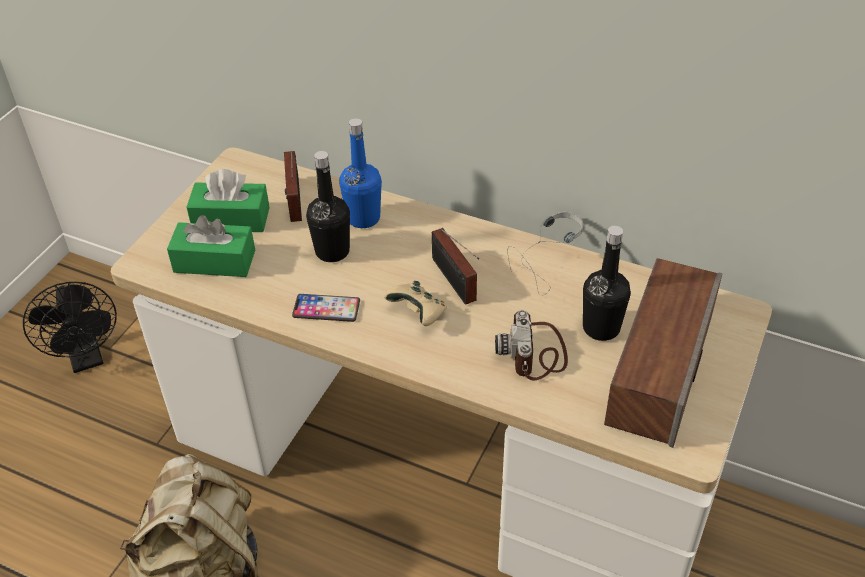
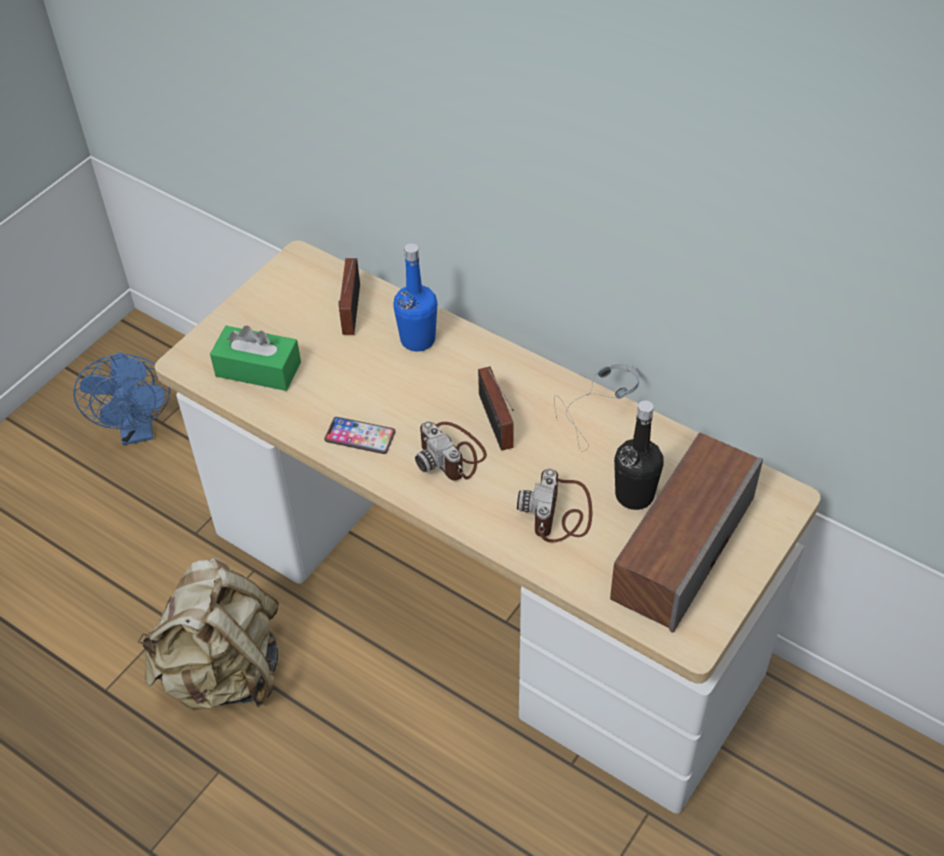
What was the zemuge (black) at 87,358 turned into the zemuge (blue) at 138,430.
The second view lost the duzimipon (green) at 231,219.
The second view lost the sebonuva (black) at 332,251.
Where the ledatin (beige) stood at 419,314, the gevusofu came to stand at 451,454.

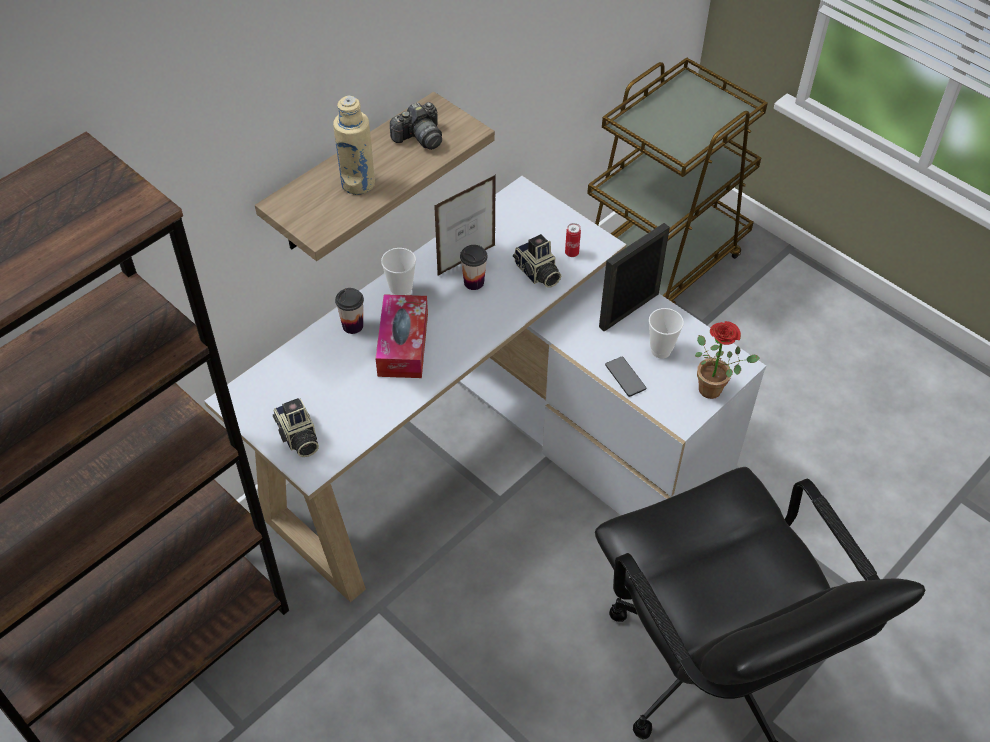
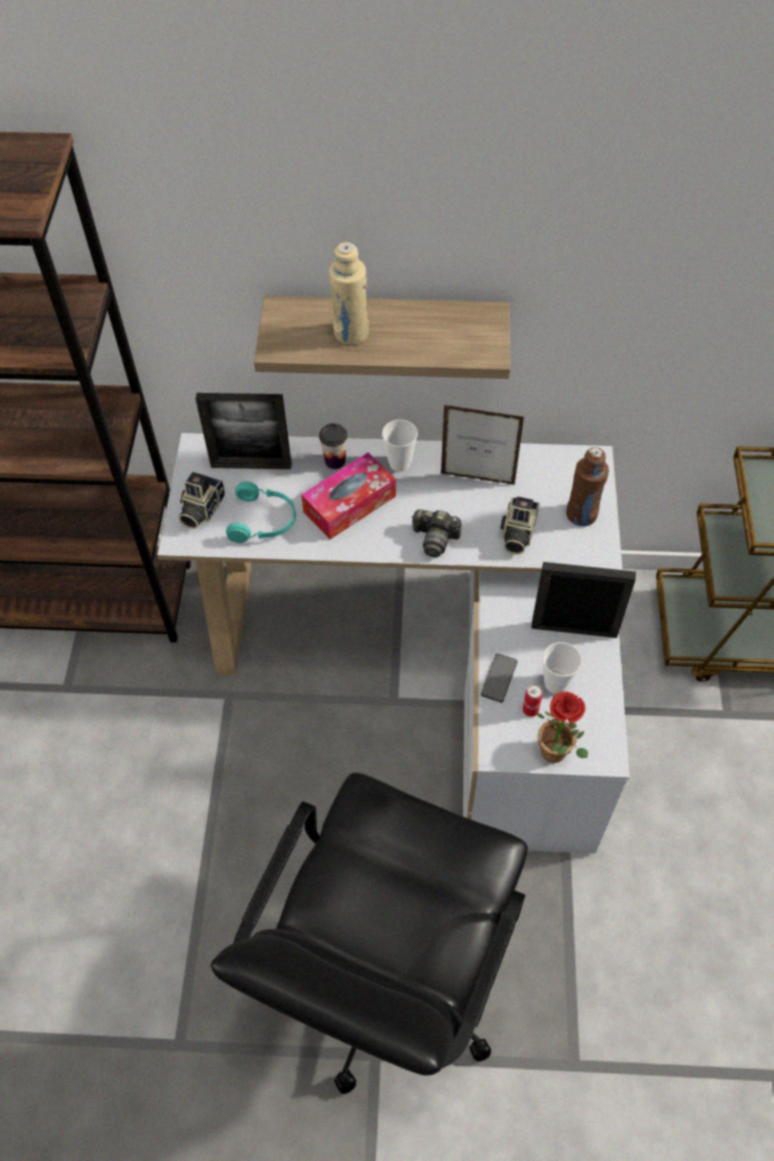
The gevusofu ended up elsewhere, having gone from 419,138 to 435,539.
The second view lost the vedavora at 474,282.
The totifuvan ended up elsewhere, having gone from 571,253 to 530,710.
The second view gained the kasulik at 251,465.
The second view gained the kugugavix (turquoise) at 264,520.
The second view gained the sebonuva (brown) at 581,514.

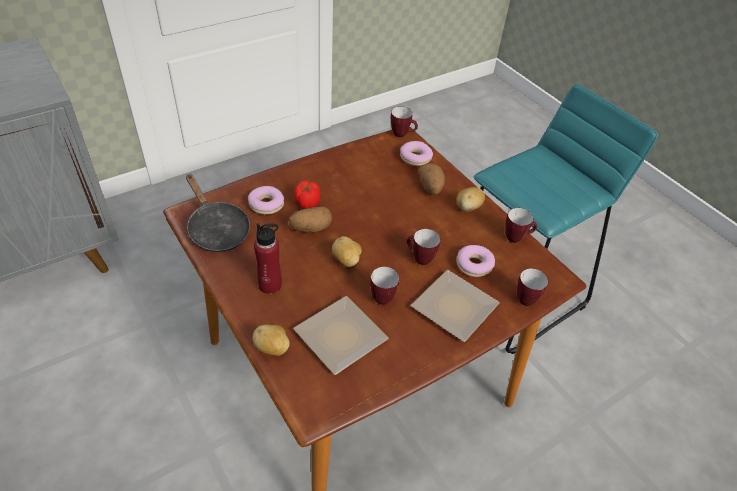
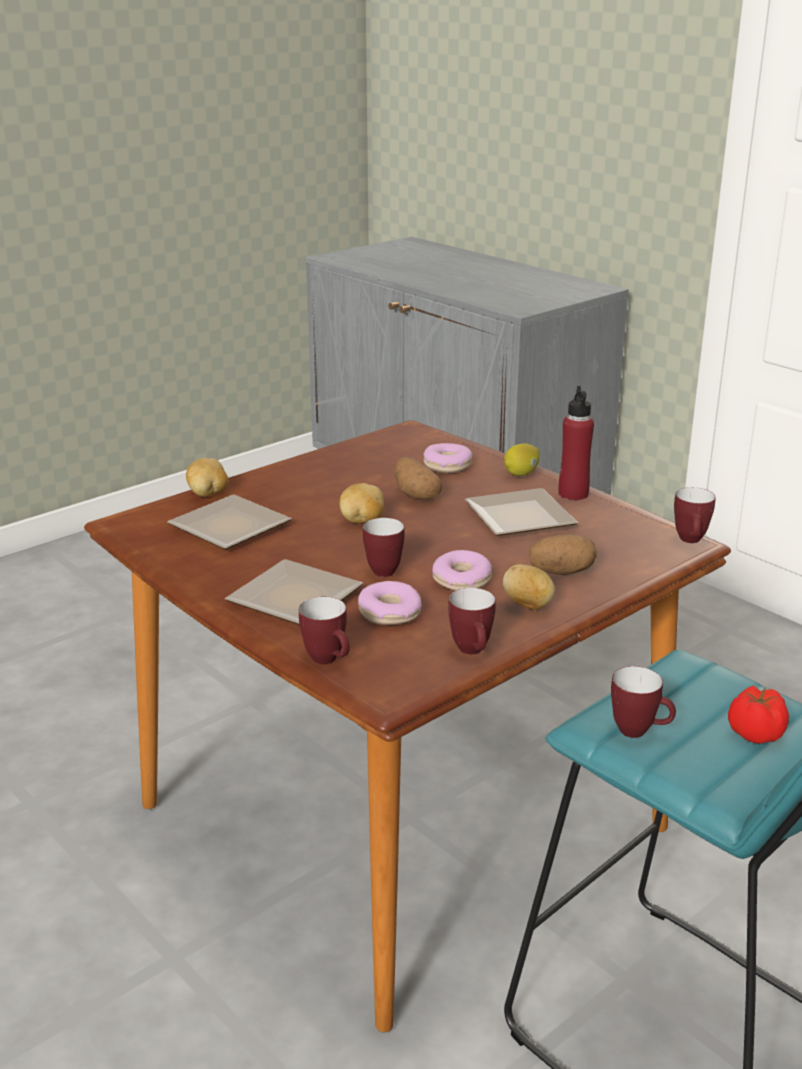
The second view lost the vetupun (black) at 216,229.
The sebonuva (red) ended up elsewhere, having gone from 270,285 to 573,494.
The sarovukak ended up elsewhere, having gone from 307,203 to 754,733.
The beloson ended up elsewhere, having gone from 383,296 to 639,731.
The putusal ended up elsewhere, having gone from 415,158 to 461,580.
The second view gained the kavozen at 523,519.
The second view gained the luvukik at 521,474.

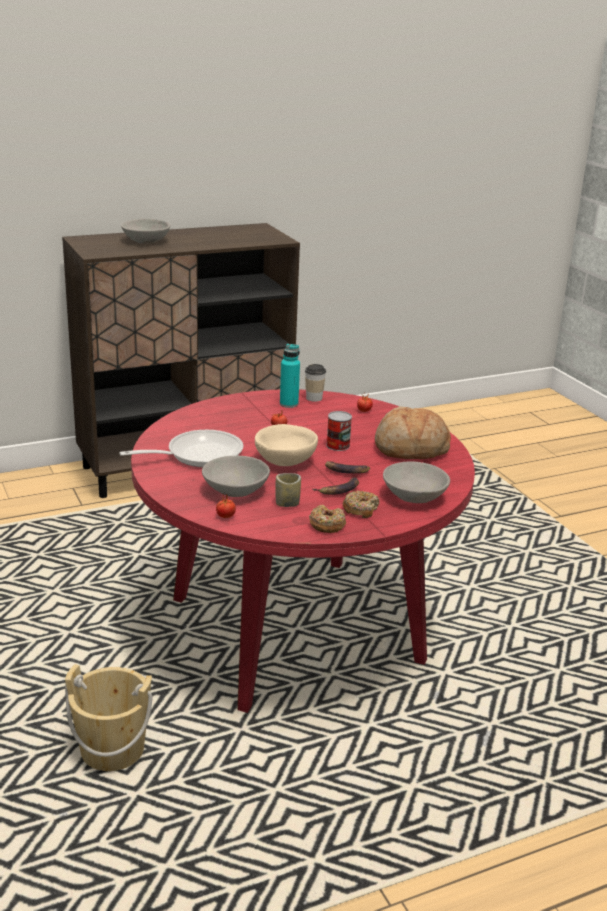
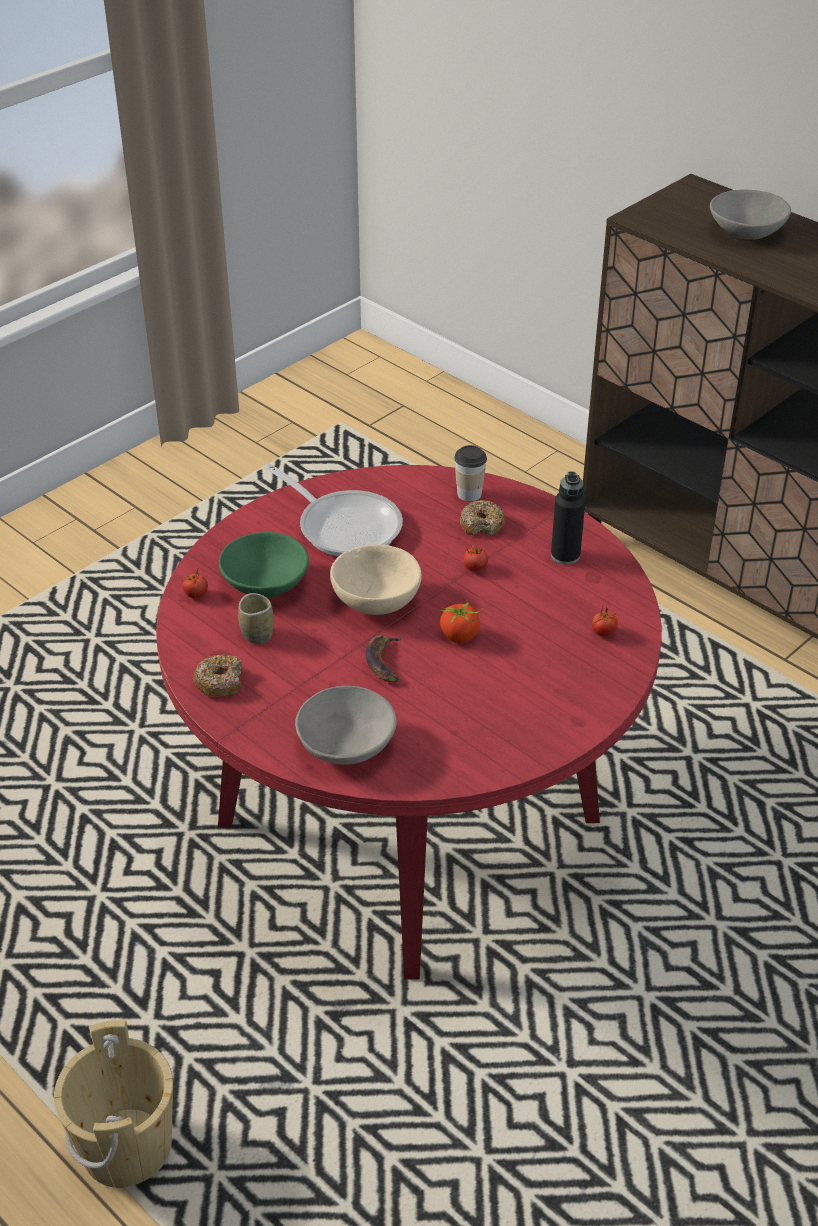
The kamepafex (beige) ended up elsewhere, having gone from 112,750 to 127,1146.
What was the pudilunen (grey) at 235,491 turned into the pudilunen (green) at 265,584.
What was the sebonuva (turquoise) at 289,404 turned into the sebonuva (black) at 565,555.
The vedavora ended up elsewhere, having gone from 314,398 to 469,494.
The second view lost the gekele at 339,490.
Where the totifuvan stood at 338,445, the sarovukak came to stand at 460,636.
The putusal ended up elsewhere, having gone from 360,509 to 482,525.
The second view lost the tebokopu at 411,448.

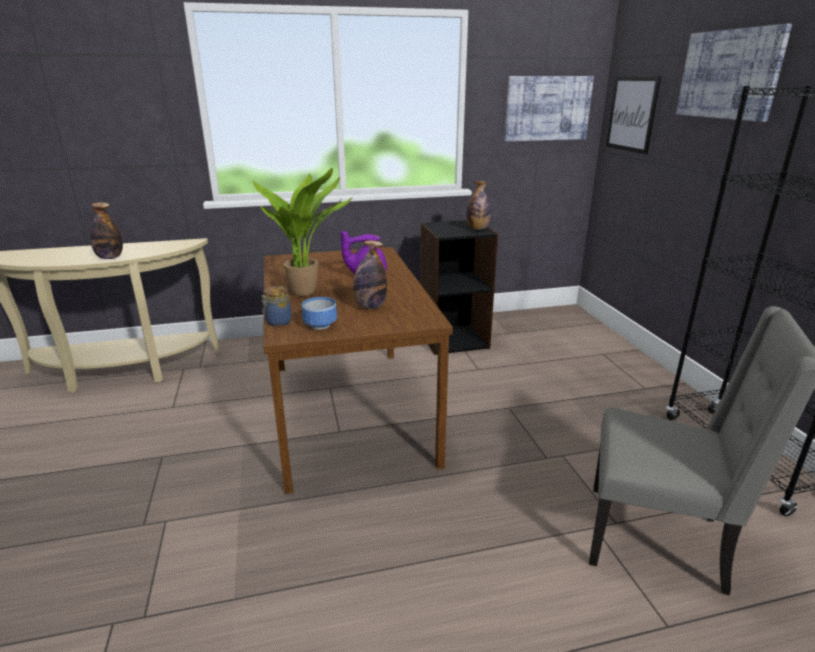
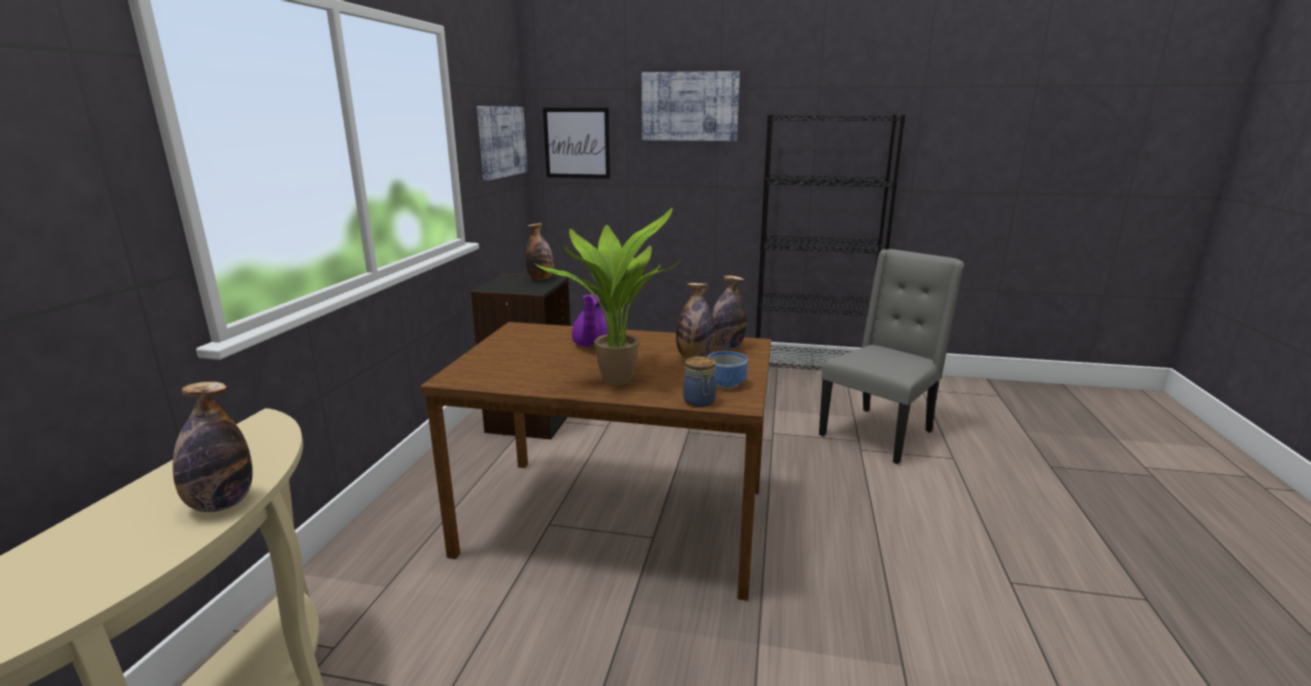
The second view gained the sebonuva at 726,347.

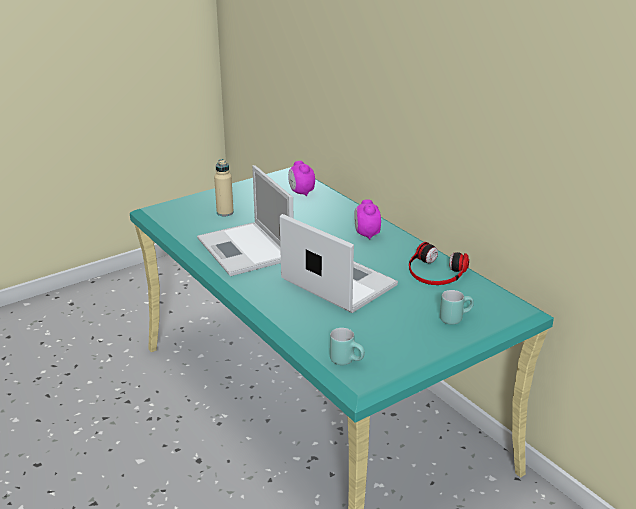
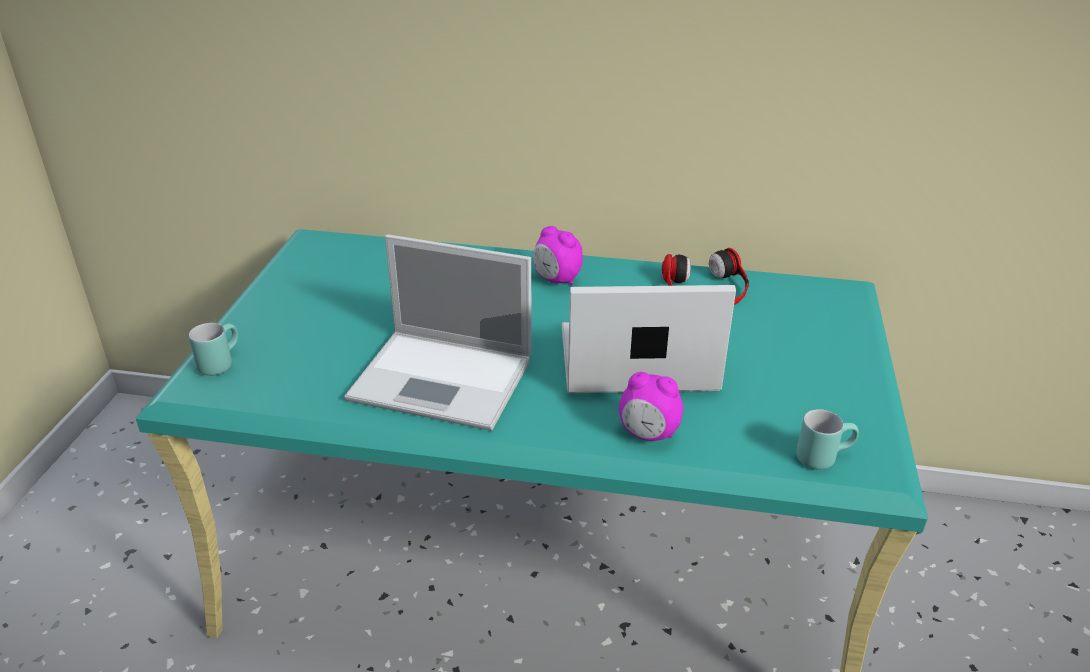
The second view lost the sebonuva (beige) at 225,212.
The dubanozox ended up elsewhere, having gone from 301,192 to 648,434.
The beloson (turquoise) ended up elsewhere, having gone from 454,317 to 219,362.

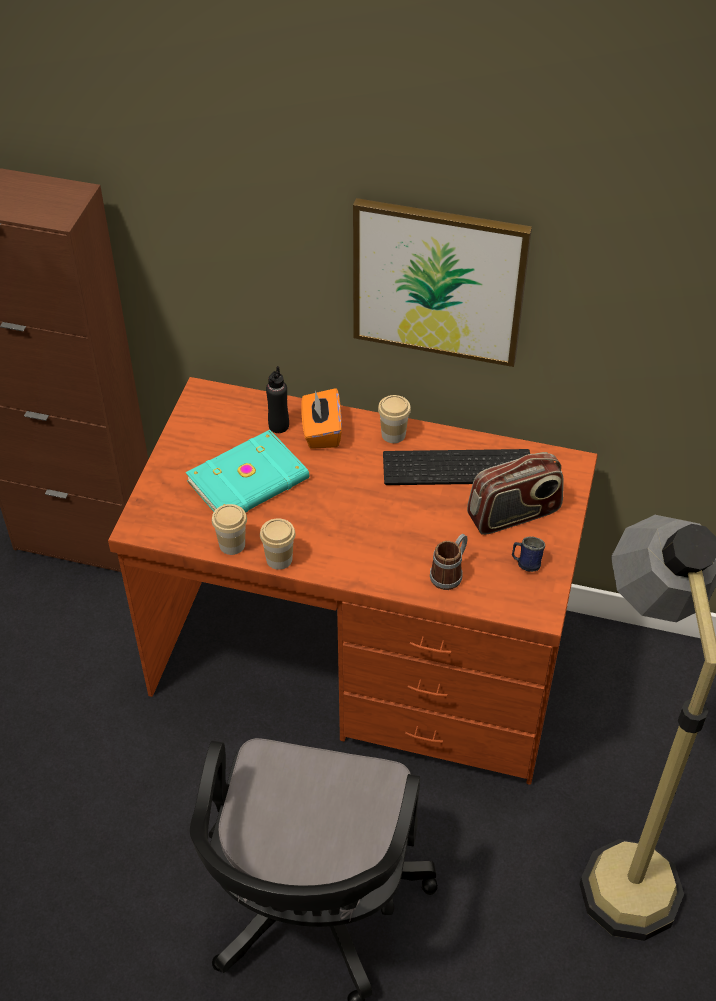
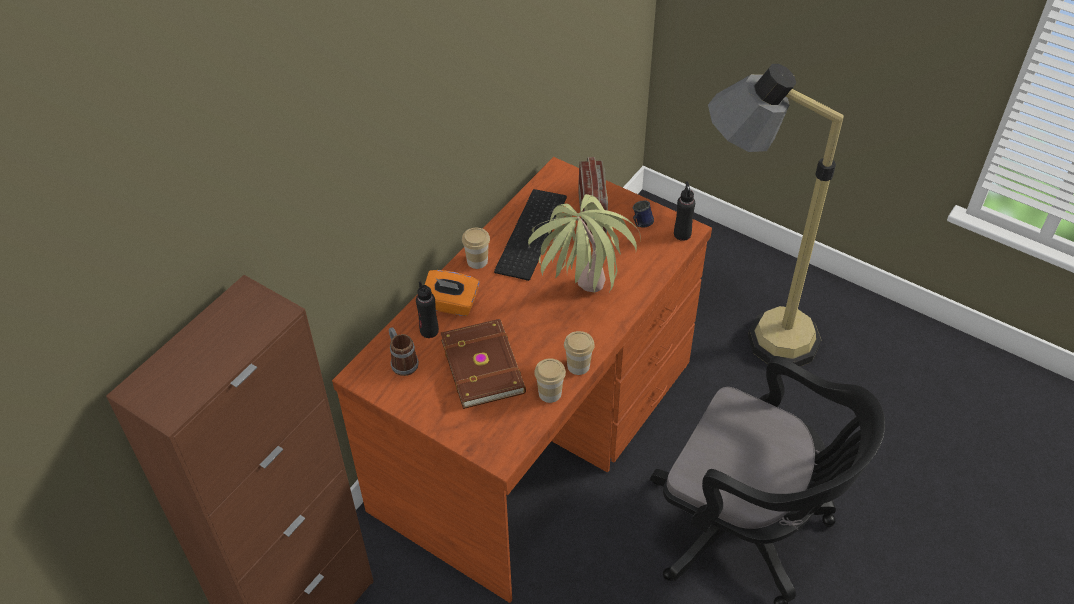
What was the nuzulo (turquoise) at 250,481 turned into the nuzulo (brown) at 484,365.
The second view lost the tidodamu at 438,282.
The beloson ended up elsewhere, having gone from 450,573 to 402,361.
The second view gained the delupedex at 580,308.
The second view gained the sebonuva (black) at 682,234.

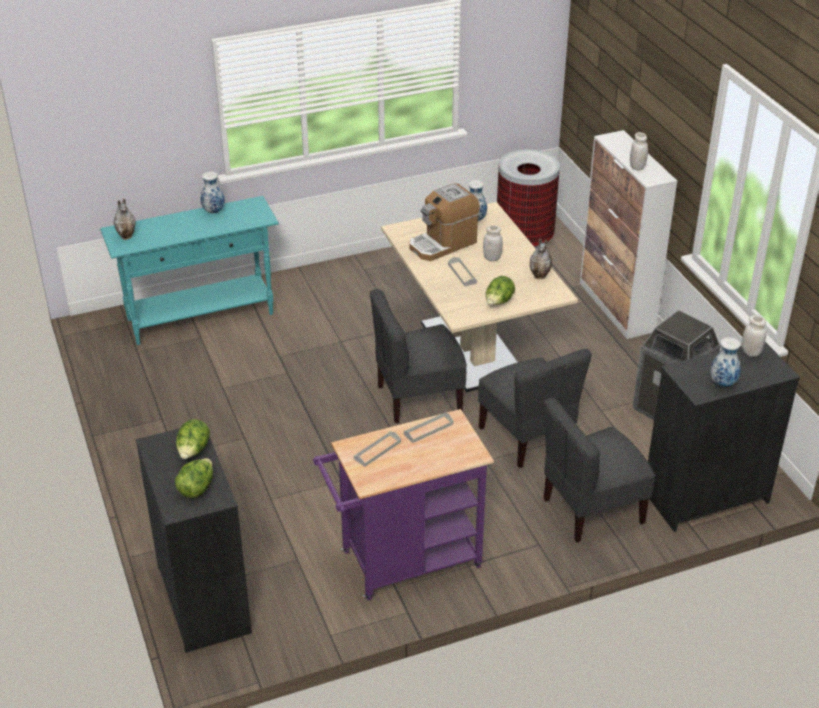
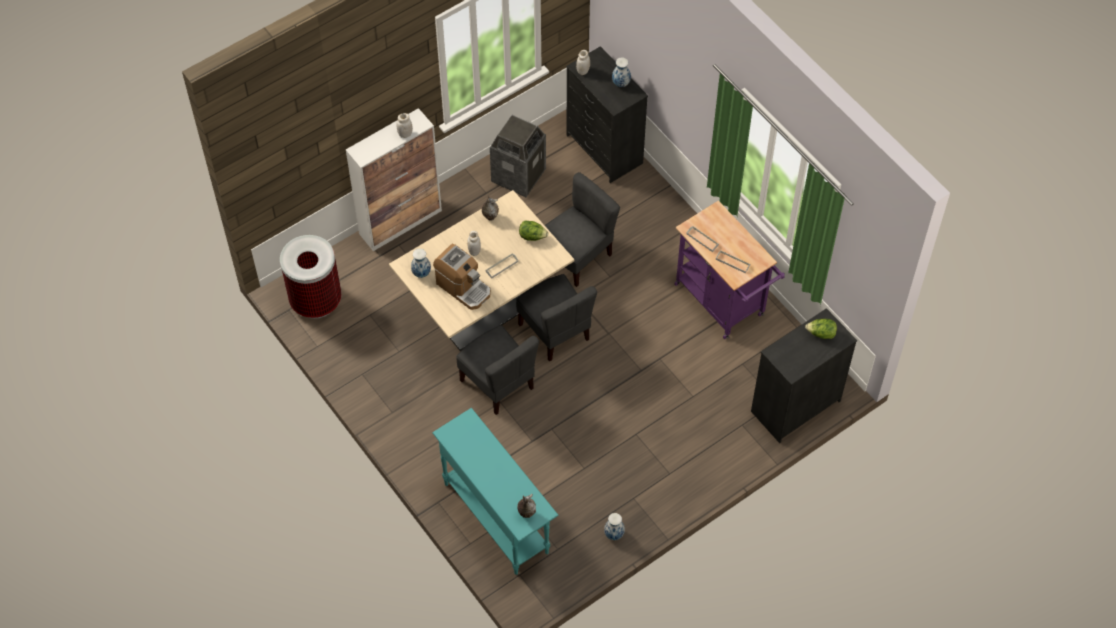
The second view lost the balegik at 193,451.
The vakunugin ended up elsewhere, having gone from 213,211 to 613,534.
The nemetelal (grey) ended up elsewhere, having gone from 592,510 to 498,384.

